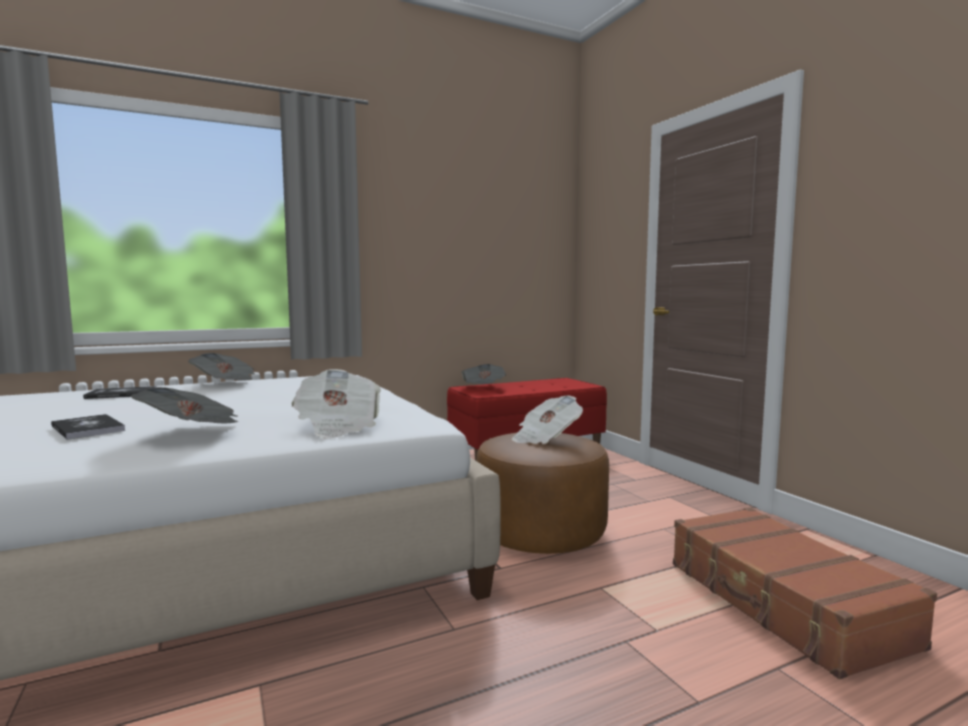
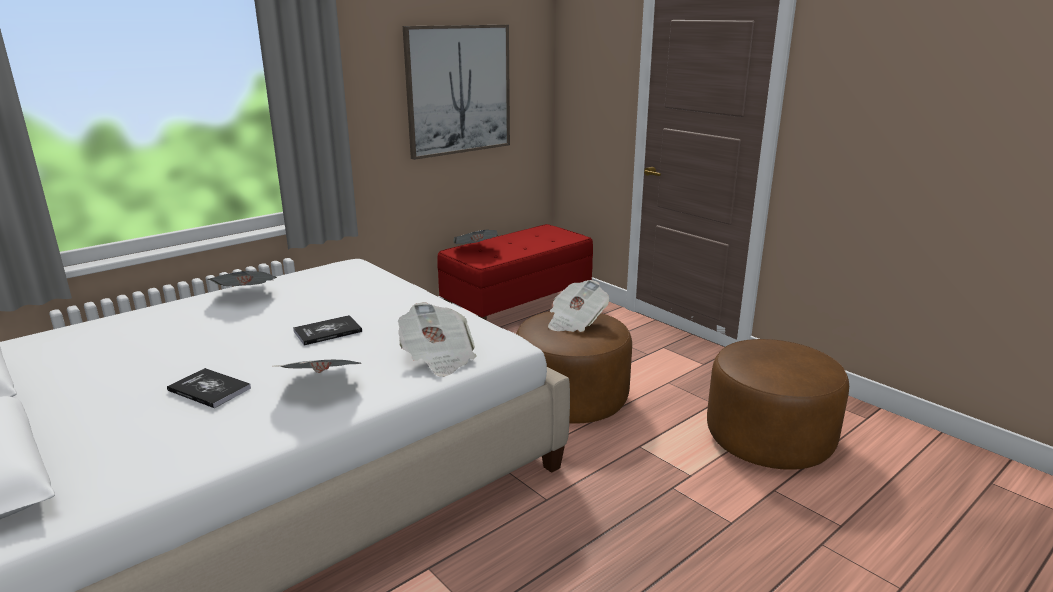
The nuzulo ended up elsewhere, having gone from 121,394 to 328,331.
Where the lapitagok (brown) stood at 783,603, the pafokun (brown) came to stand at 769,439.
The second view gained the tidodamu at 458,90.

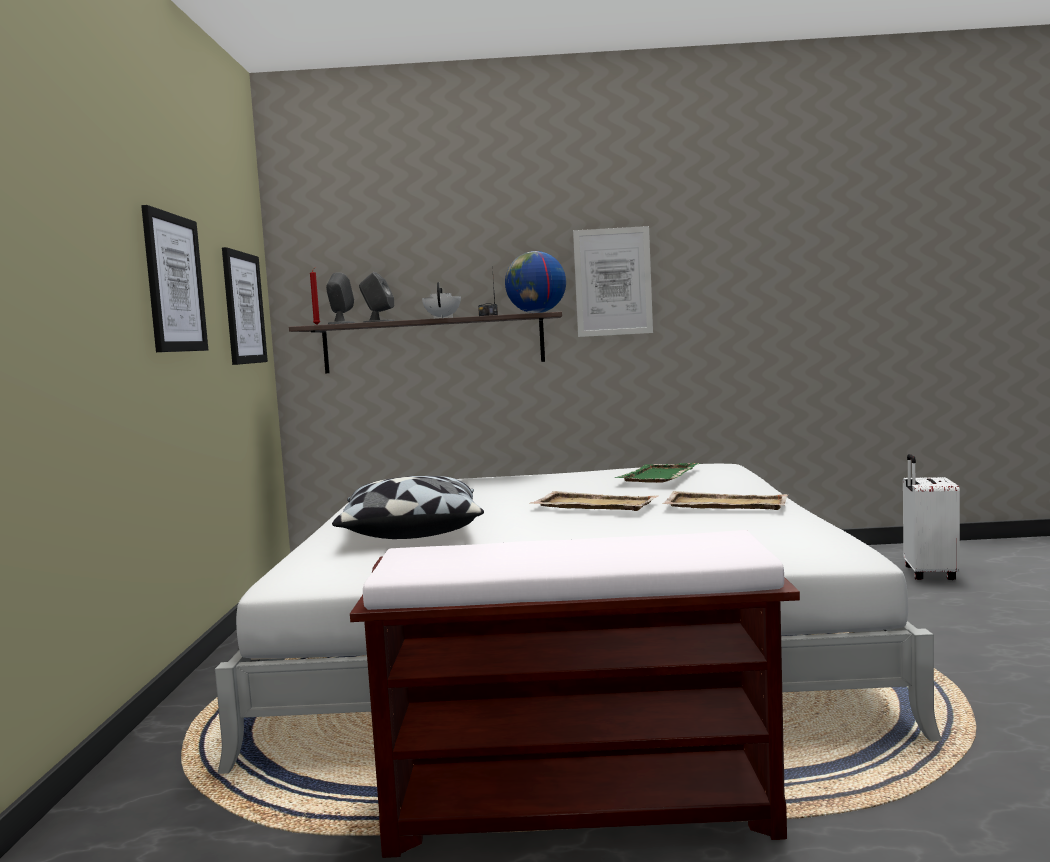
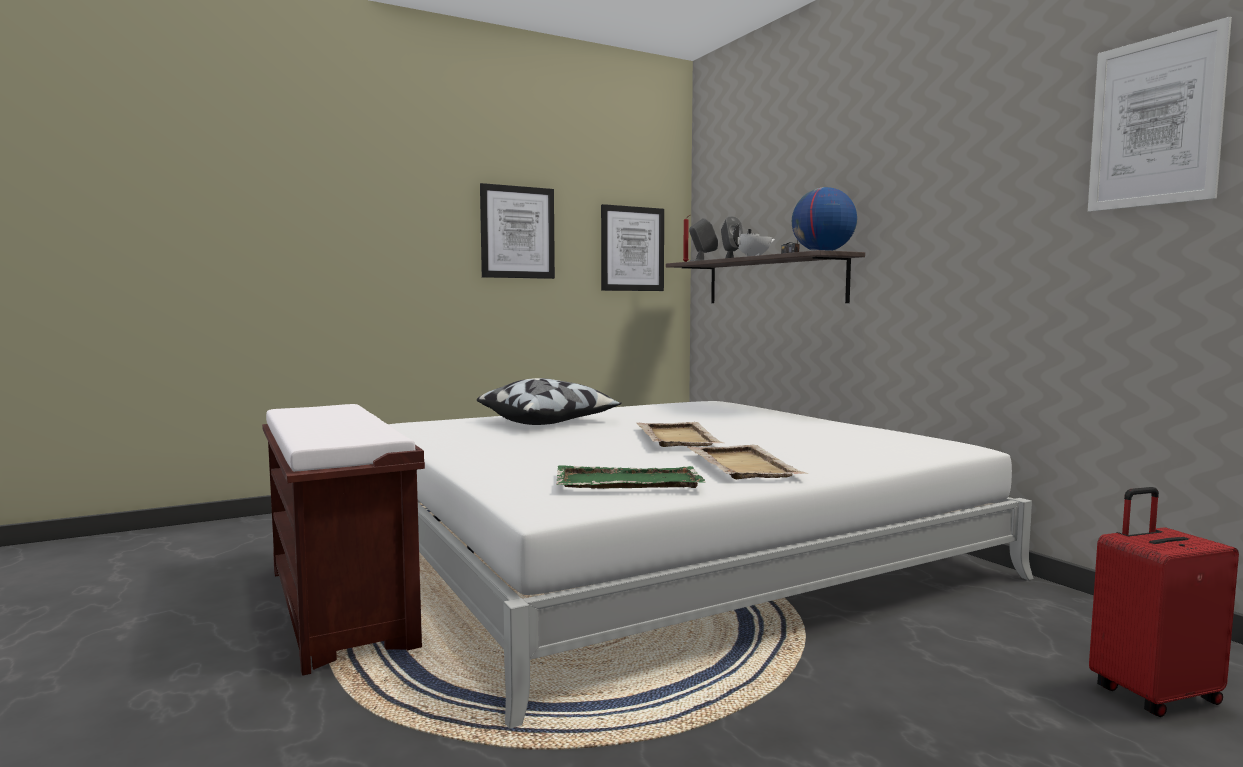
The tidodamu ended up elsewhere, having gone from 613,282 to 1155,122.
The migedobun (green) ended up elsewhere, having gone from 658,476 to 627,482.
What was the lapitagok (white) at 928,574 turned into the lapitagok (red) at 1152,694.

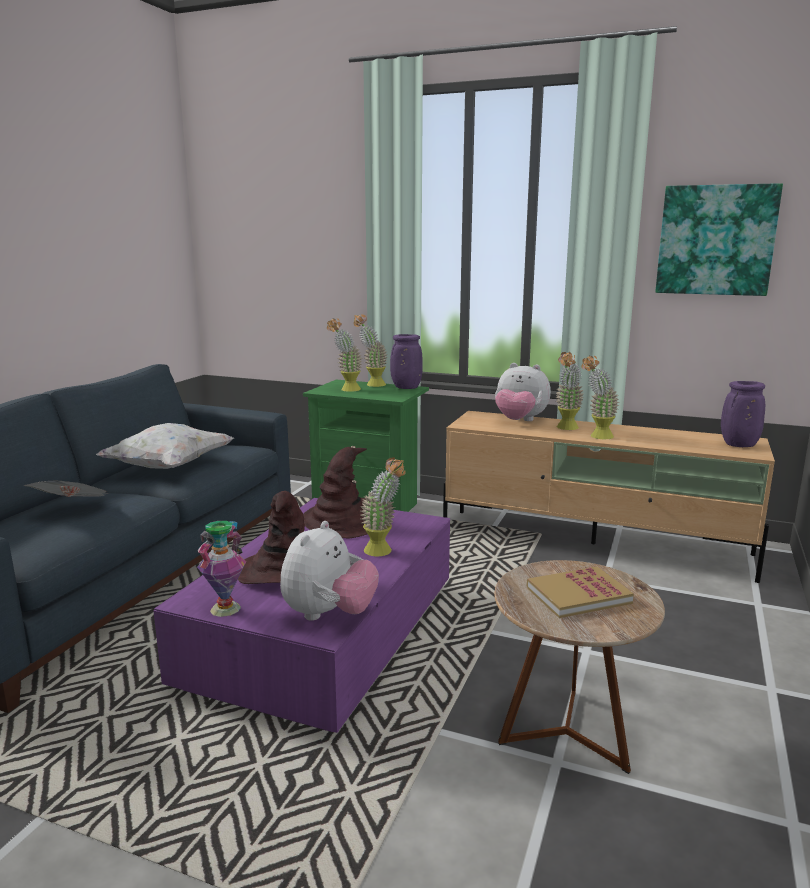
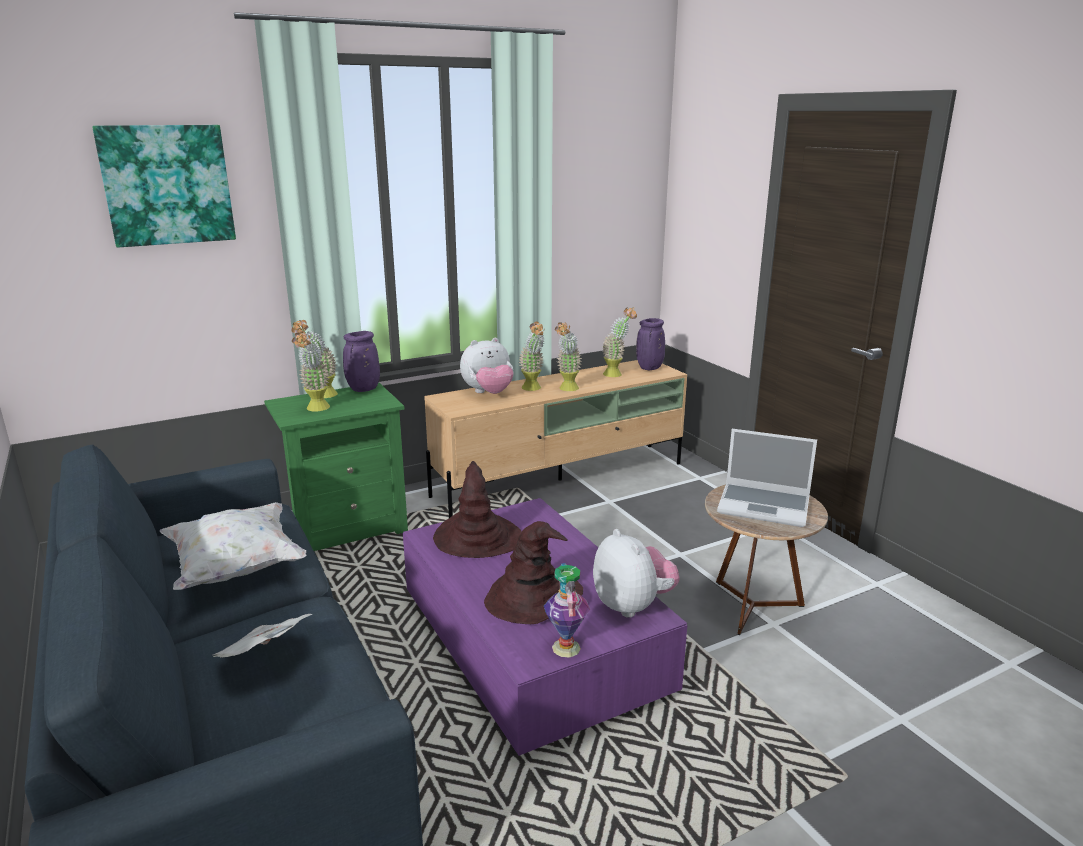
The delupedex ended up elsewhere, having gone from 383,552 to 617,374.
Where the nuzulo stood at 578,595, the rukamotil came to stand at 765,506.
The tidodamu ended up elsewhere, having gone from 715,240 to 167,185.

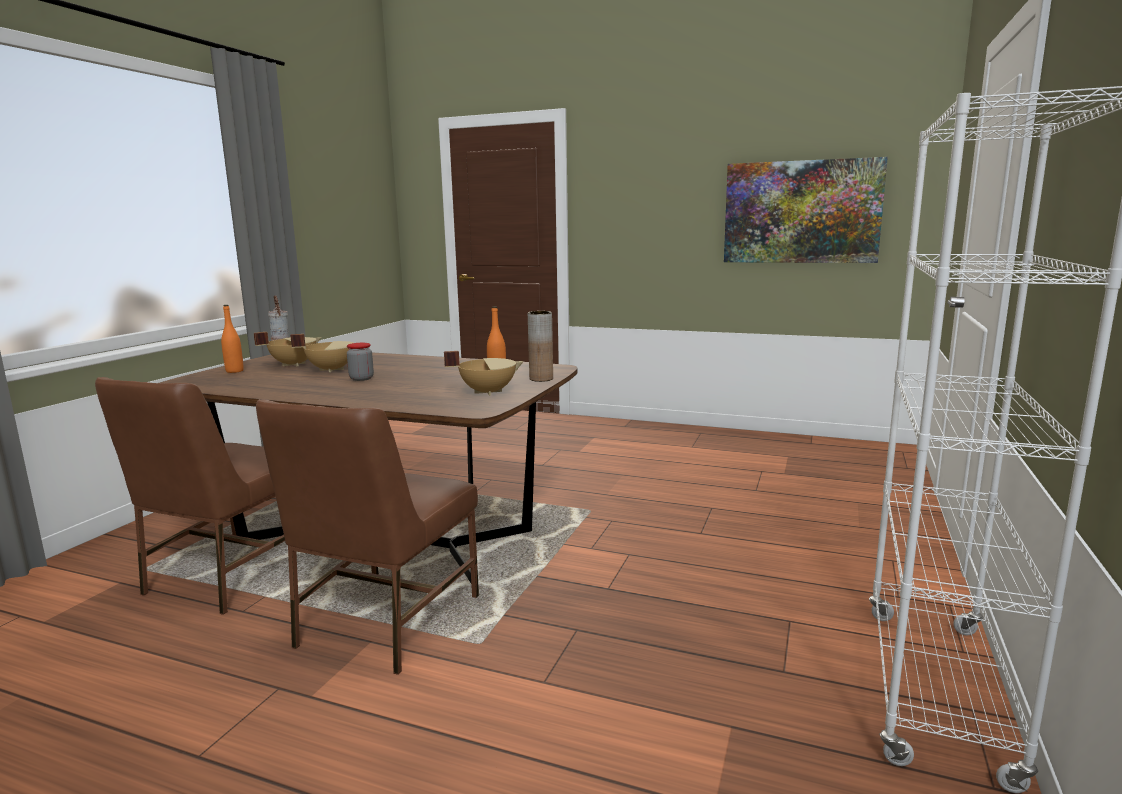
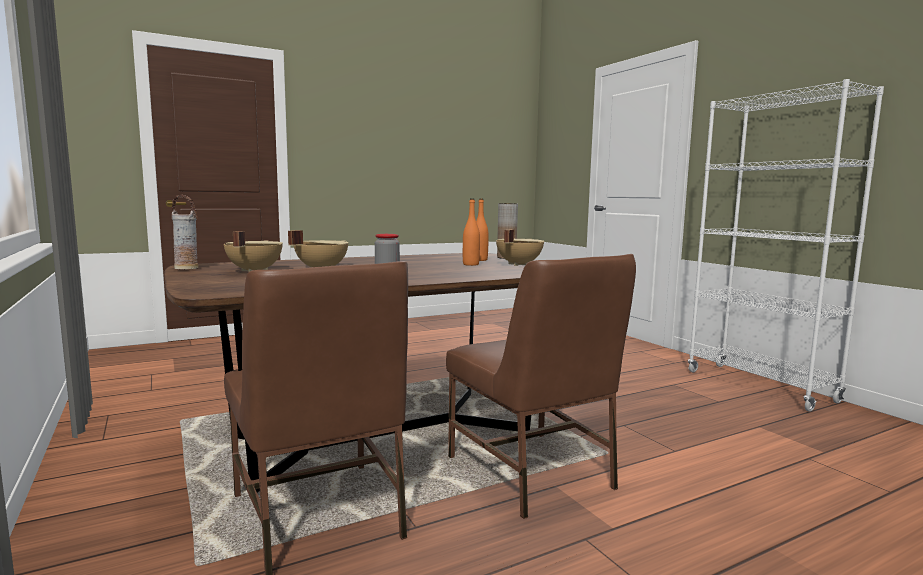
The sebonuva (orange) ended up elsewhere, having gone from 234,371 to 470,264.
The second view lost the tidodamu at 801,212.

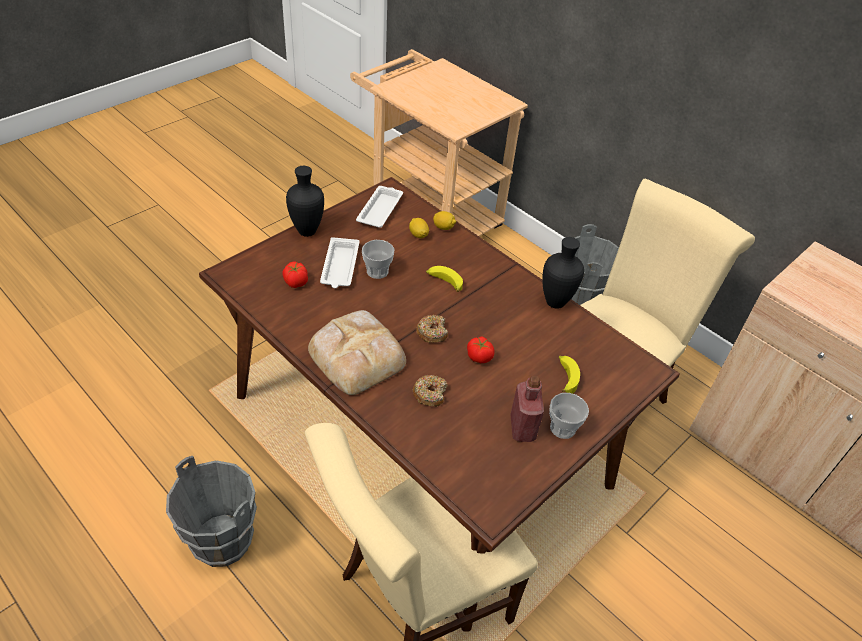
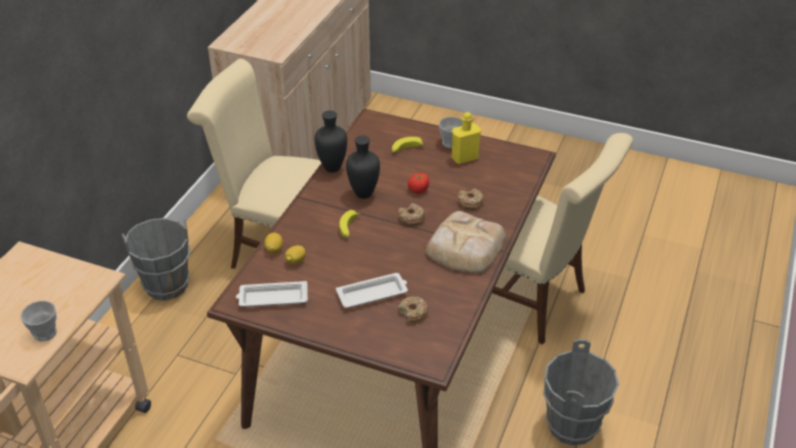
Where the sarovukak stood at 295,283, the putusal came to stand at 413,313.
The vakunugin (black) ended up elsewhere, having gone from 307,231 to 363,194.
The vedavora ended up elsewhere, having gone from 377,271 to 45,333.
What was the sebonuva (red) at 522,428 turned into the sebonuva (yellow) at 464,158.

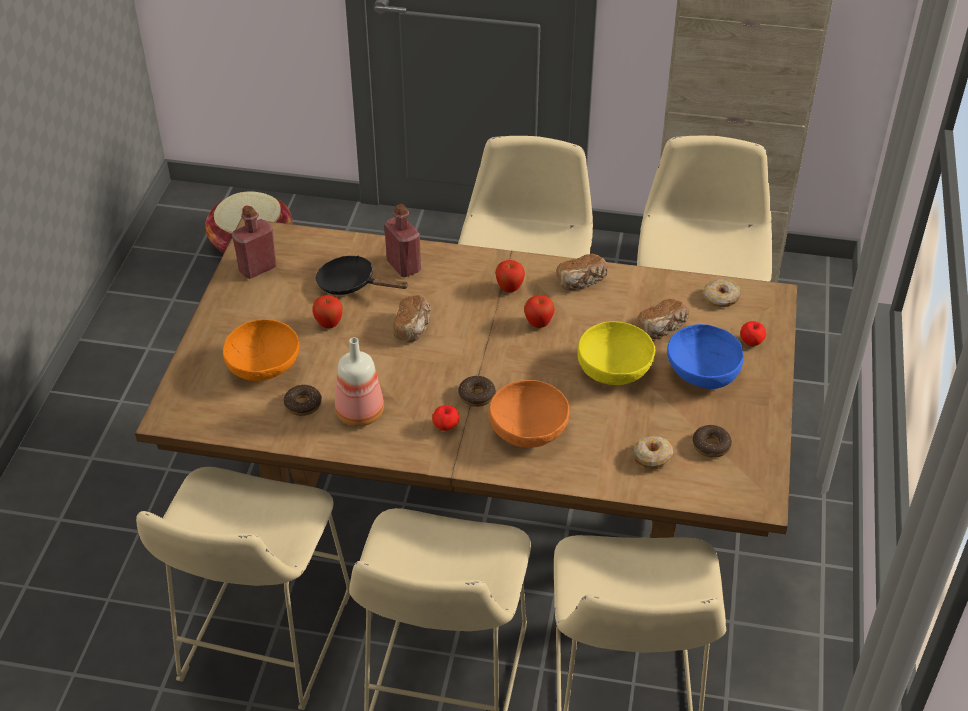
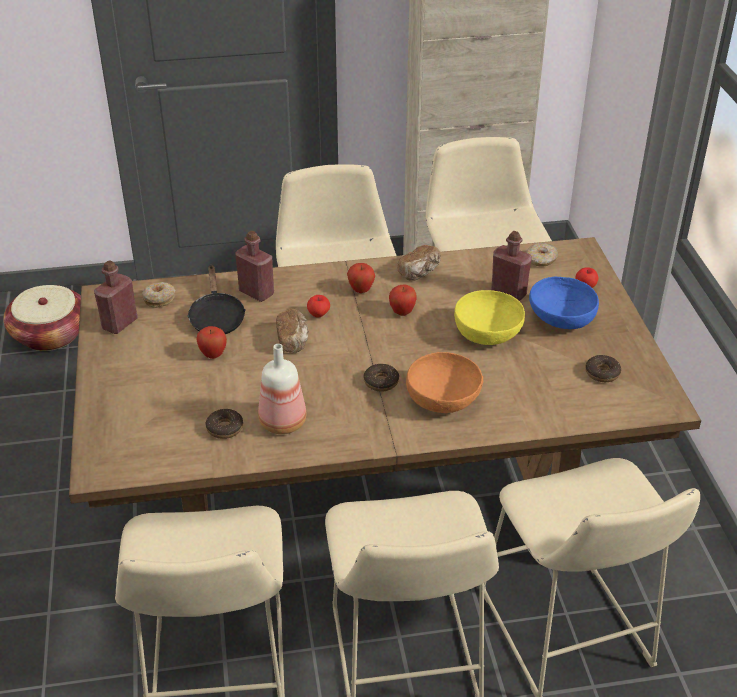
The second view lost the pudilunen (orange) at 264,368.
The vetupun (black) at 352,284 ended up facing another way, 105 degrees counterclockwise from before.
The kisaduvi ended up elsewhere, having gone from 445,427 to 318,315.
The putusal ended up elsewhere, having gone from 651,457 to 159,299.
Where the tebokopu stood at 663,329, the sebonuva (red) came to stand at 508,293.

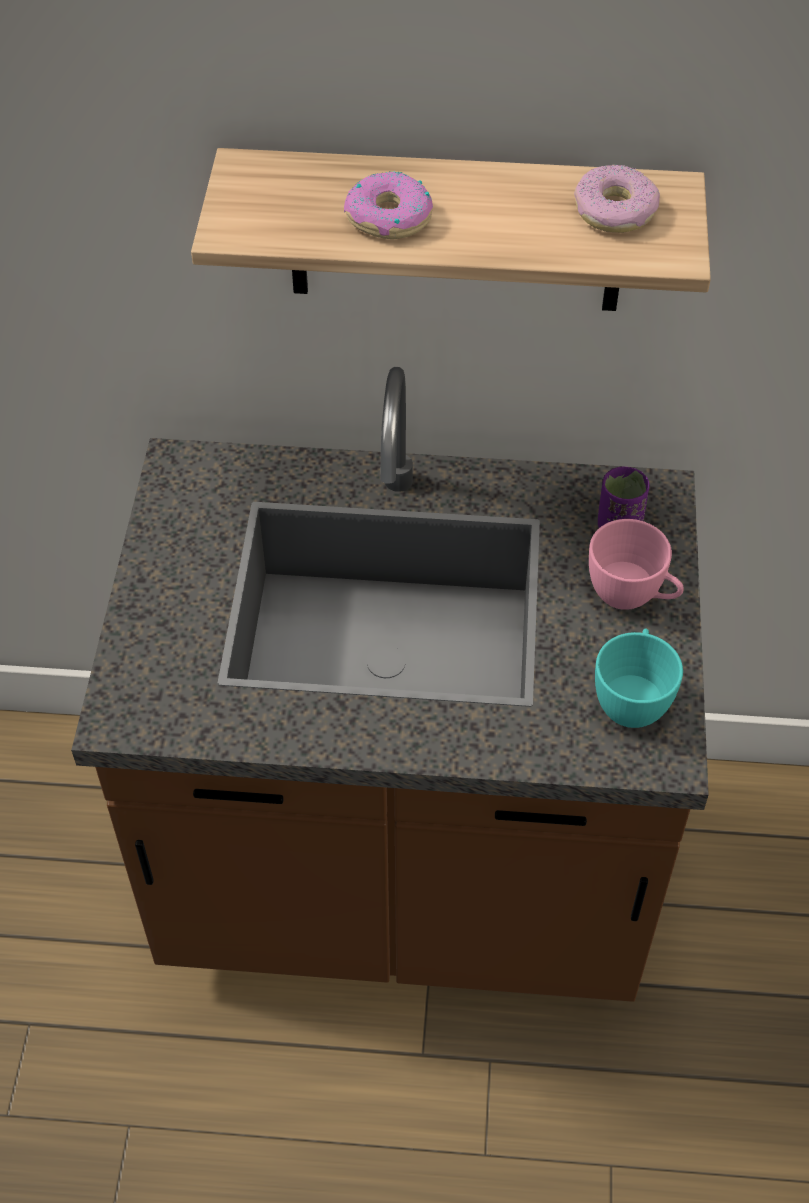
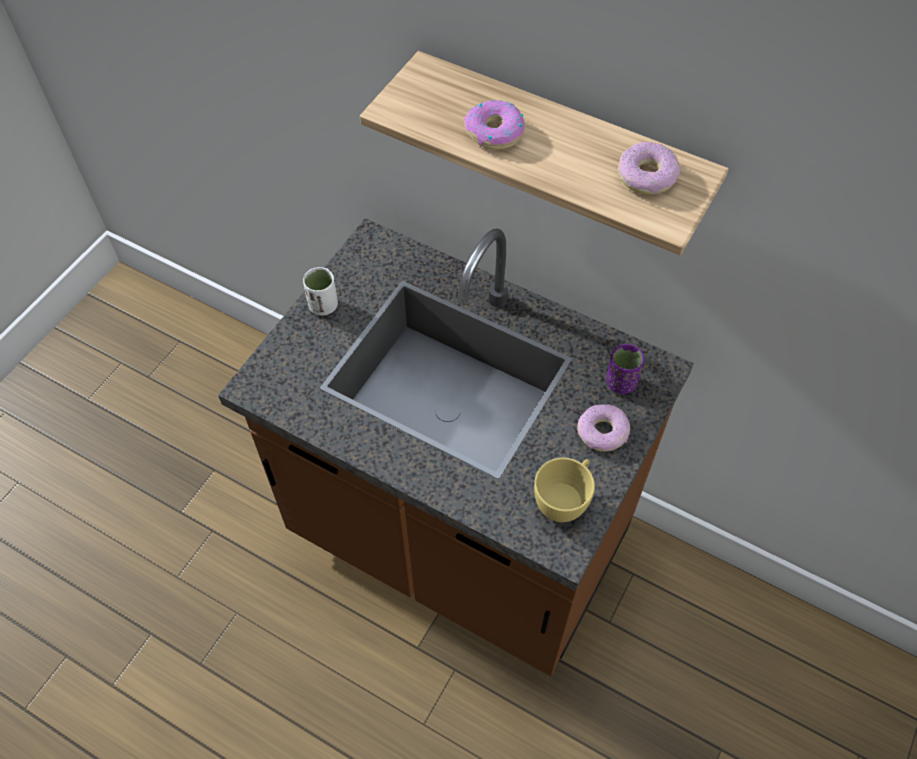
Where the vedavora (pink) stood at 632,596, the putusal came to stand at 603,432.
What was the vedavora (turquoise) at 632,699 turned into the vedavora (yellow) at 564,500.
The second view gained the vedavora (white) at 323,305.

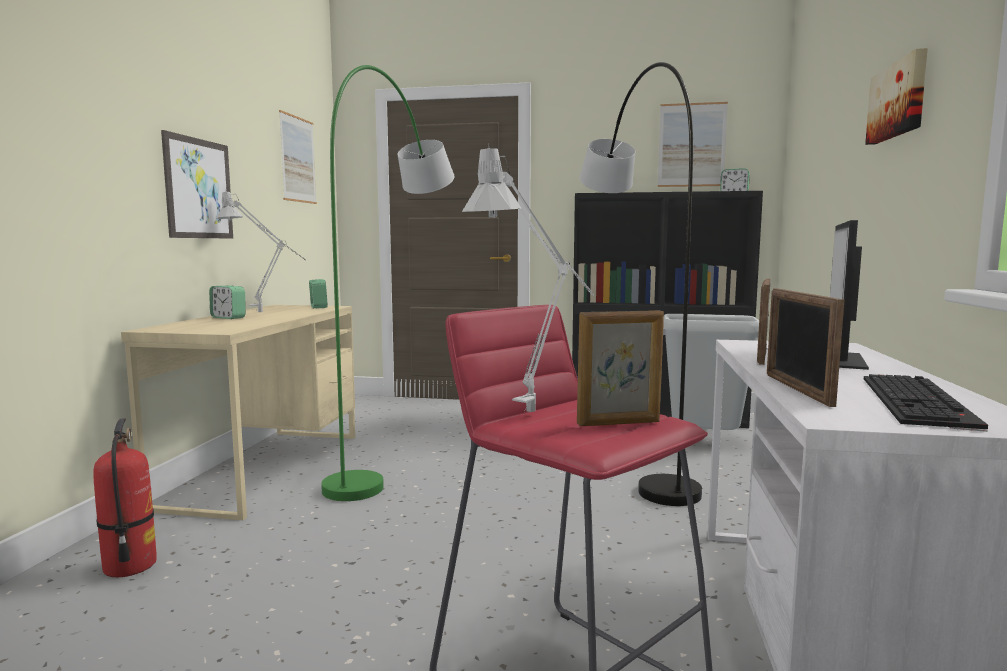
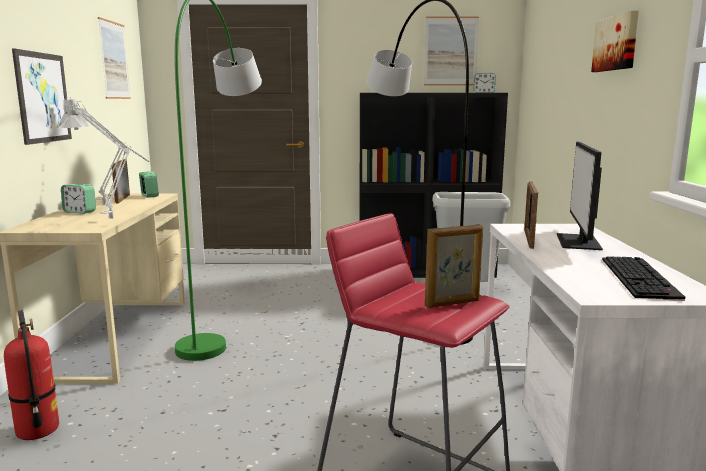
The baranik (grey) ended up elsewhere, having gone from 538,412 to 116,219.
The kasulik ended up elsewhere, having gone from 797,389 to 122,199.

